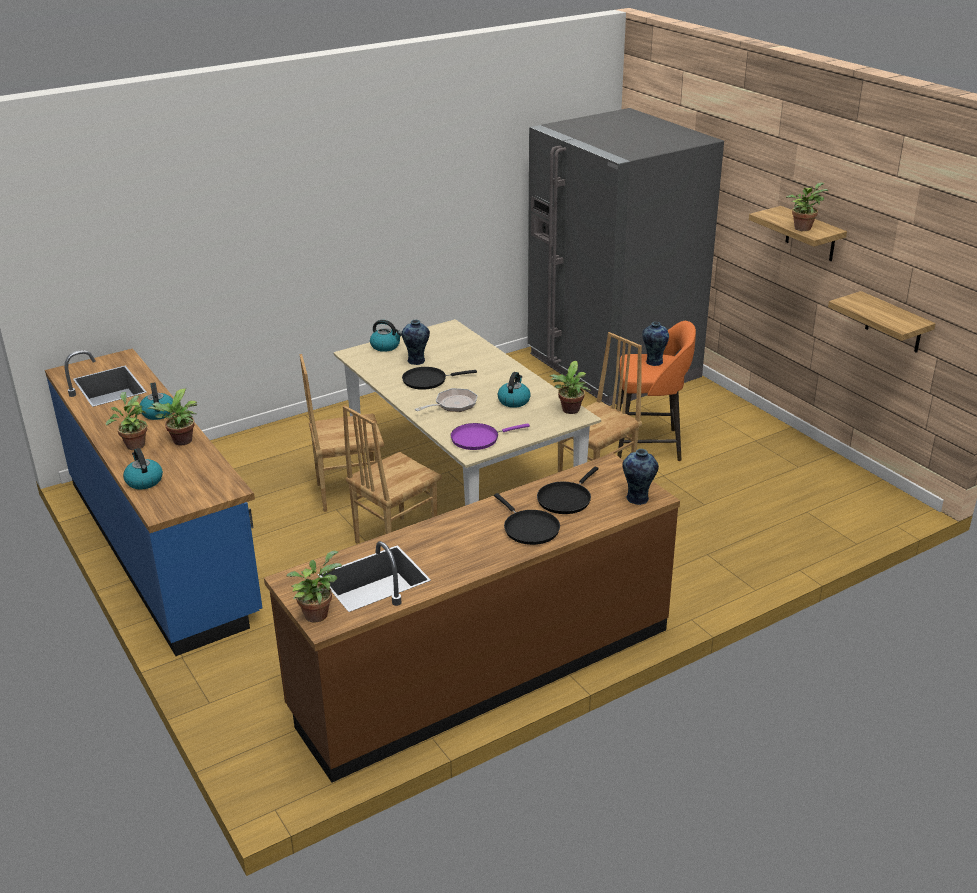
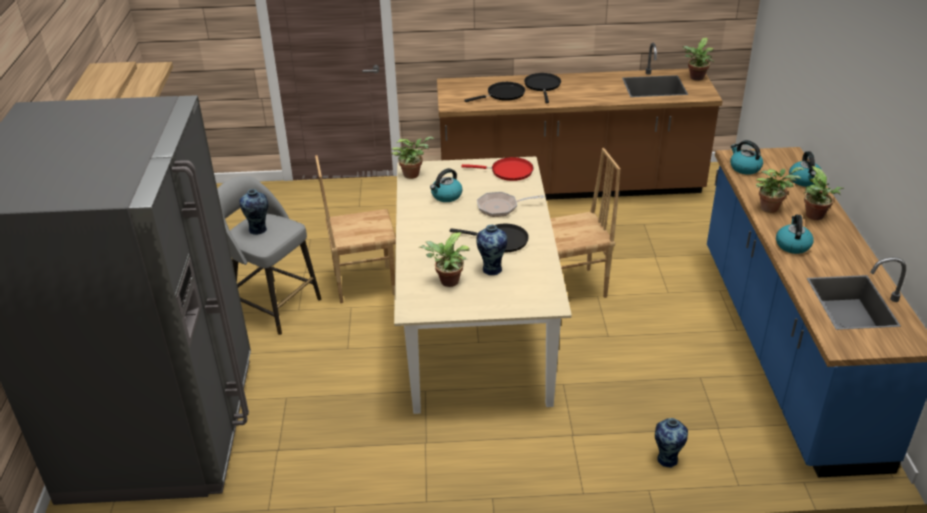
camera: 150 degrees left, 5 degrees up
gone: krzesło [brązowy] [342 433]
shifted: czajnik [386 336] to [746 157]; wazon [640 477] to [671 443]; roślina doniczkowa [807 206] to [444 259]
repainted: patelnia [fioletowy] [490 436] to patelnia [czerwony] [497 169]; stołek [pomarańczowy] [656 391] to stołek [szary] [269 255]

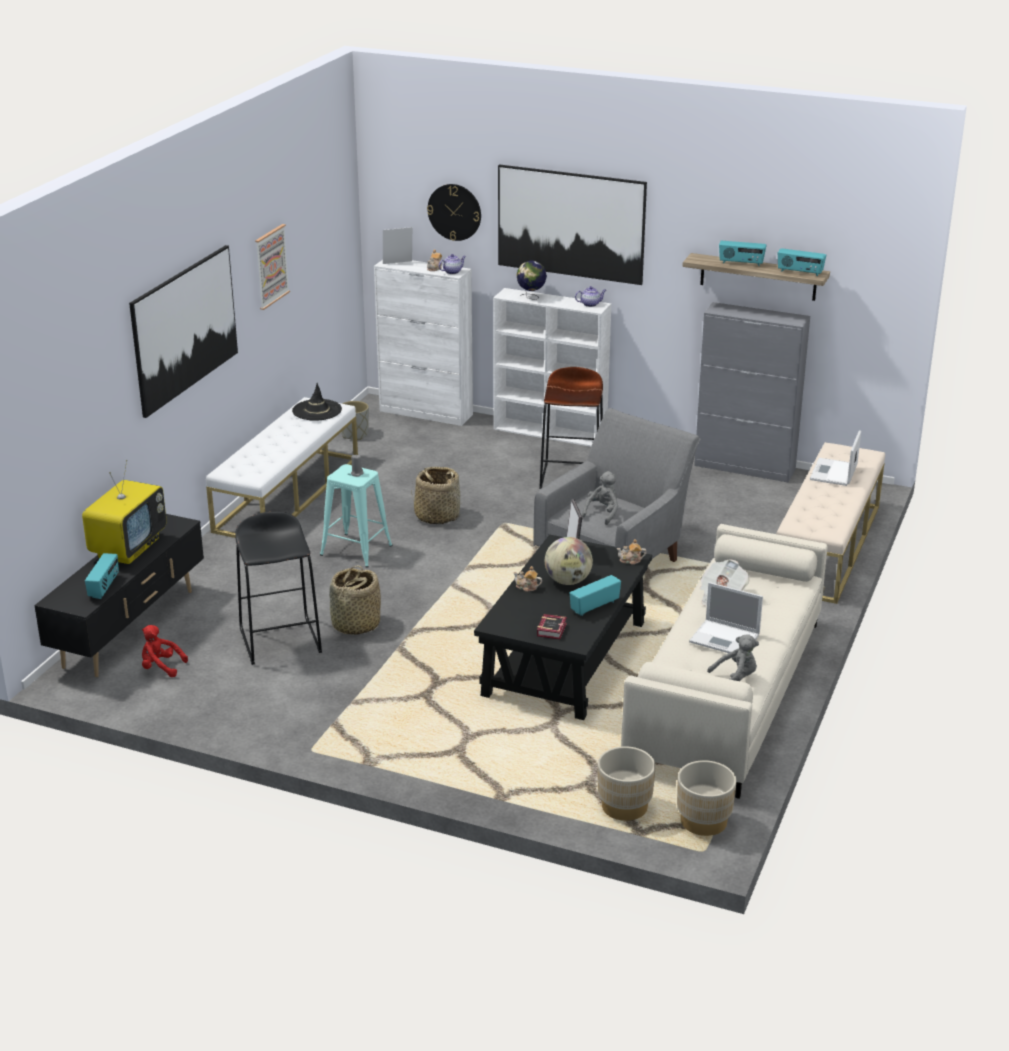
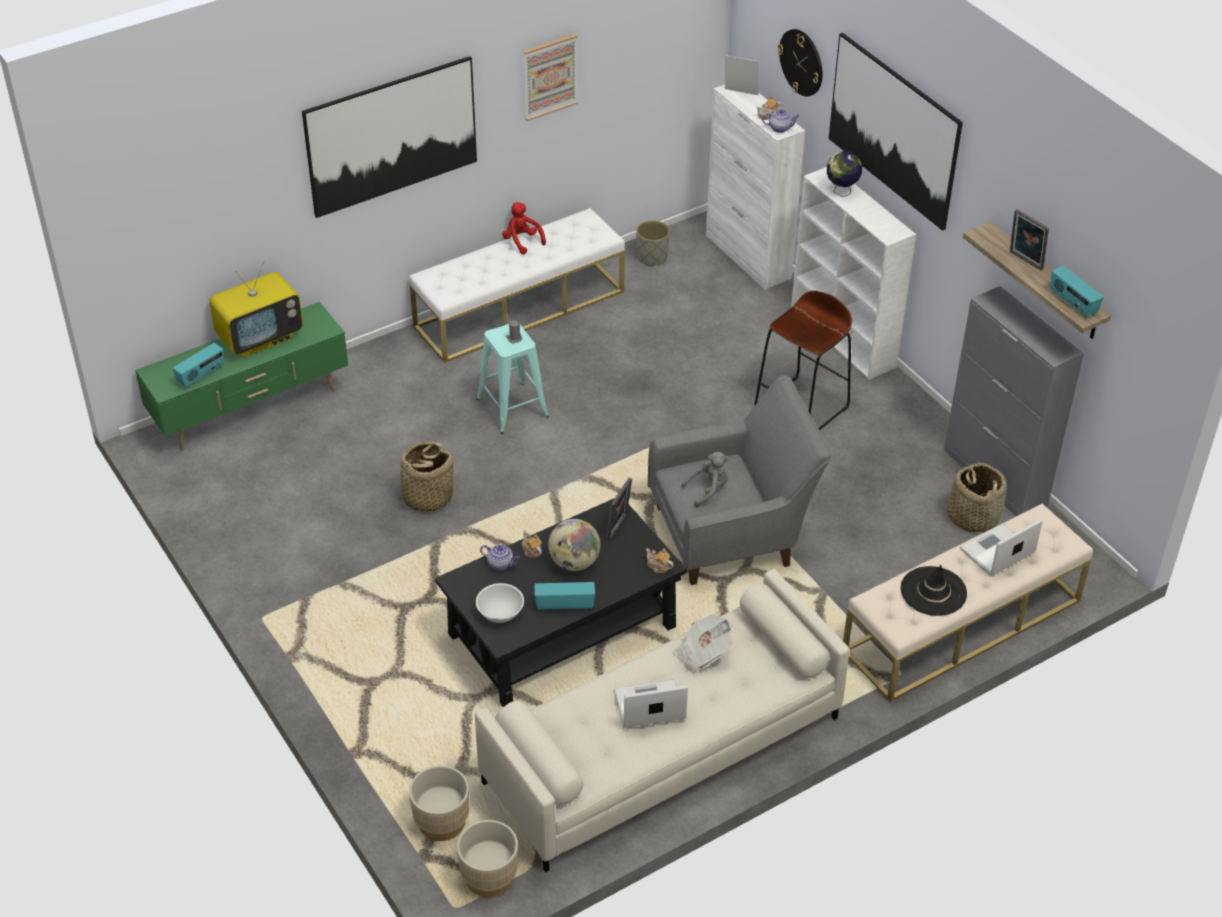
camera: 35 degrees right, 15 degrees up
gone: stołek [czarny] [278 588]; pluszak [szary] [733 657]
shifted: pluszak [czerwony] [165 651] to [524 228]; kapelusz [czarny] [317 402] to [934 590]; koszyk [435 495] to [977 497]; imbryk [590 296] to [500 557]
swapped: książka [552 626] to miska [biały] [500 603]; radio [743 253] to ramka na zdjęcie [1029 239]
repainted: szafka pod telewizor [czarny] [119 595] to szafka pod telewizor [zielony] [241 376]
rotated: laptop [726 617] = [651 703] 105 degrees clockwise

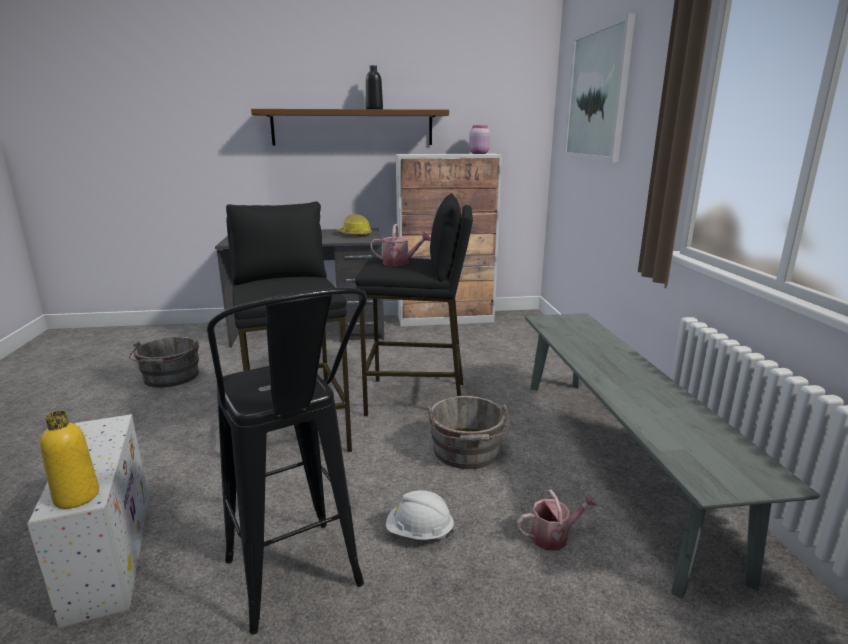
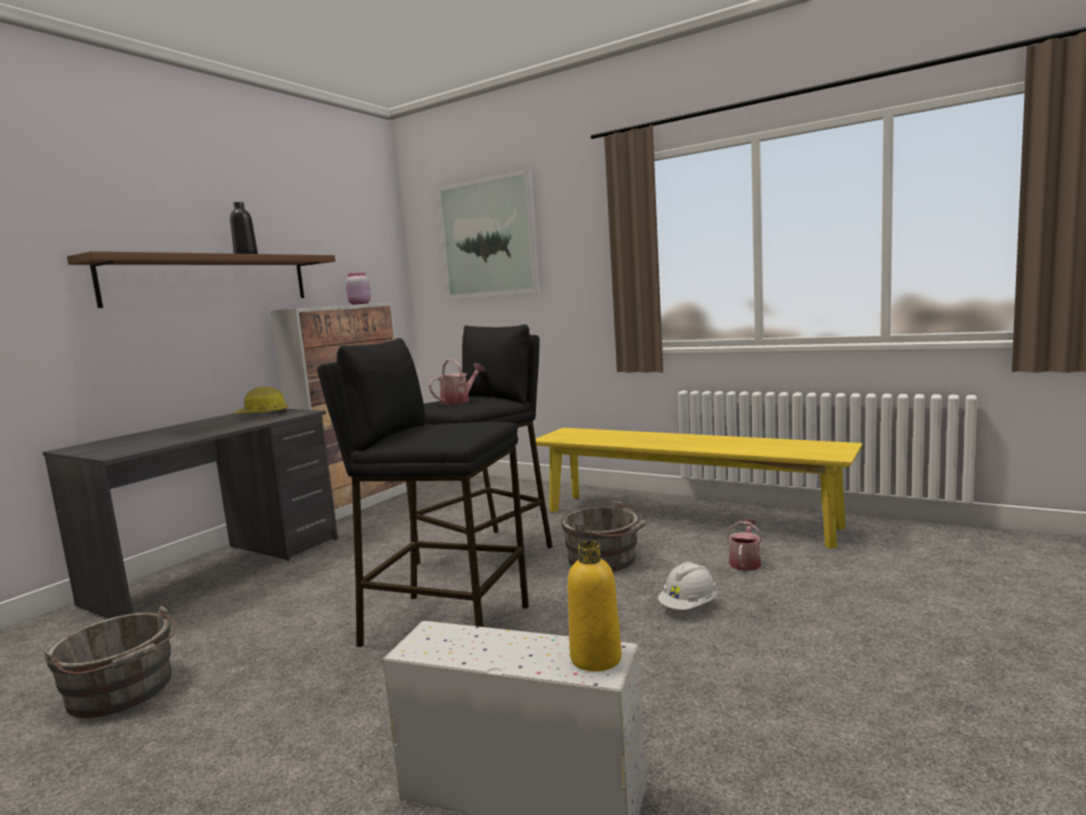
camera: 50 degrees left, 10 degrees down
gone: stołek [czarny] [287 461]
repainted: ławka [szary] [672 456] to ławka [żółty] [699 488]

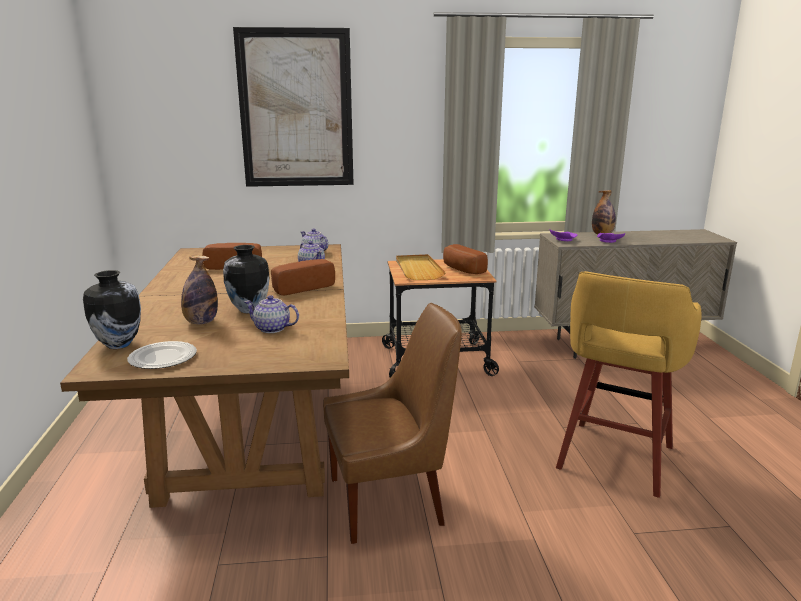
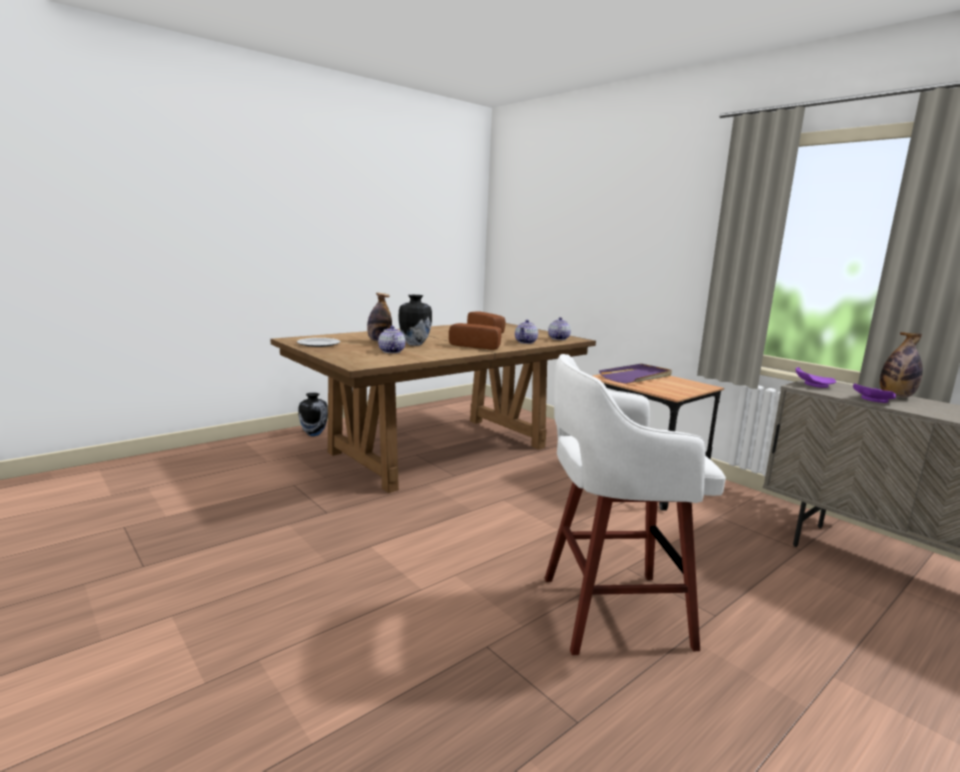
camera: 55 degrees right, 5 degrees down
gone: obraz [293 107]; krzesło [brązowy] [392 423]; chleb [465 259]
shifted: wazon [112 309] to [313 414]
repainted: taca [beżowy] [421 267] to taca [fioletowy] [635 374]; stołek [żółty] [629 384] to stołek [biały] [635 504]

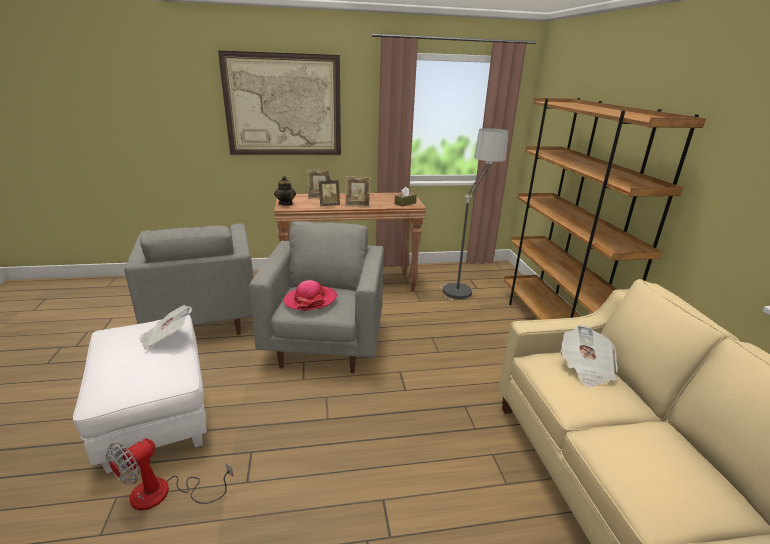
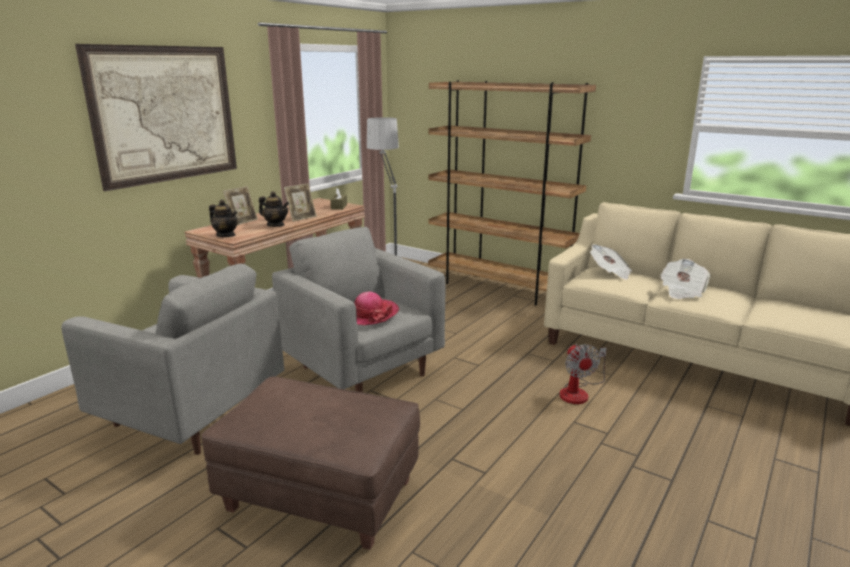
camera: 45 degrees left, 5 degrees down
shifted: wentylator [169 474] to [583 374]; gazeta [165 327] to [685 279]
swapped: ramka na zdjęcie [329 192] to imbryk [274 209]
repainted: pufa [biały] [140 394] to pufa [brązowy] [310 463]

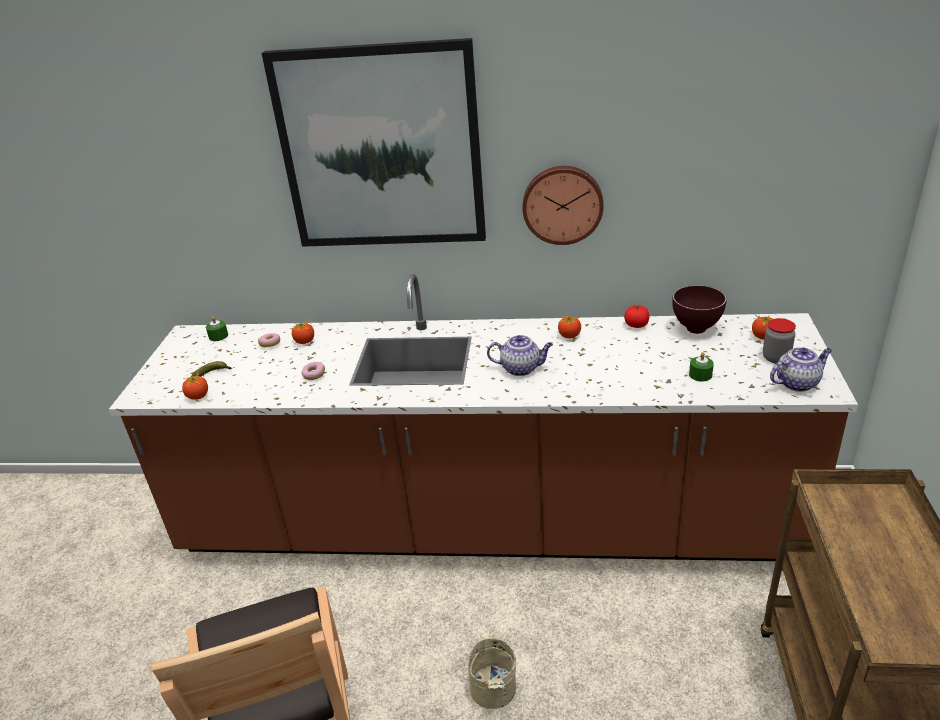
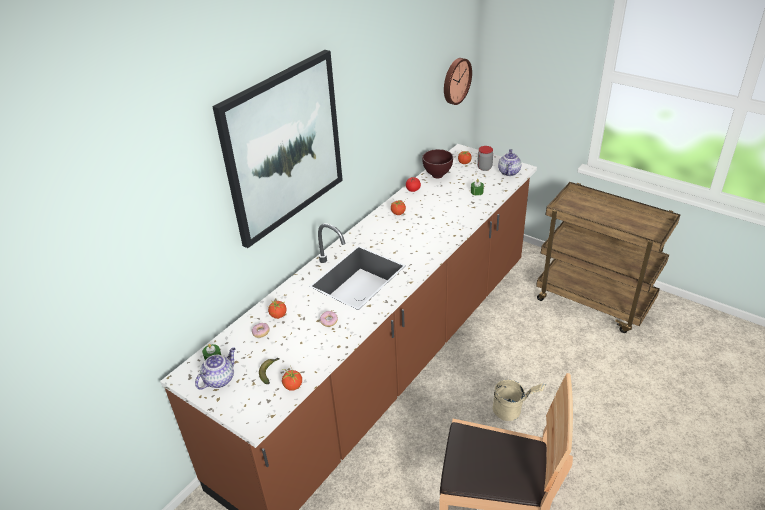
camera: 60 degrees left, 5 degrees up
shifted: imbryk [520 355] to [215 369]; zegar ścienny [563 205] to [458 81]

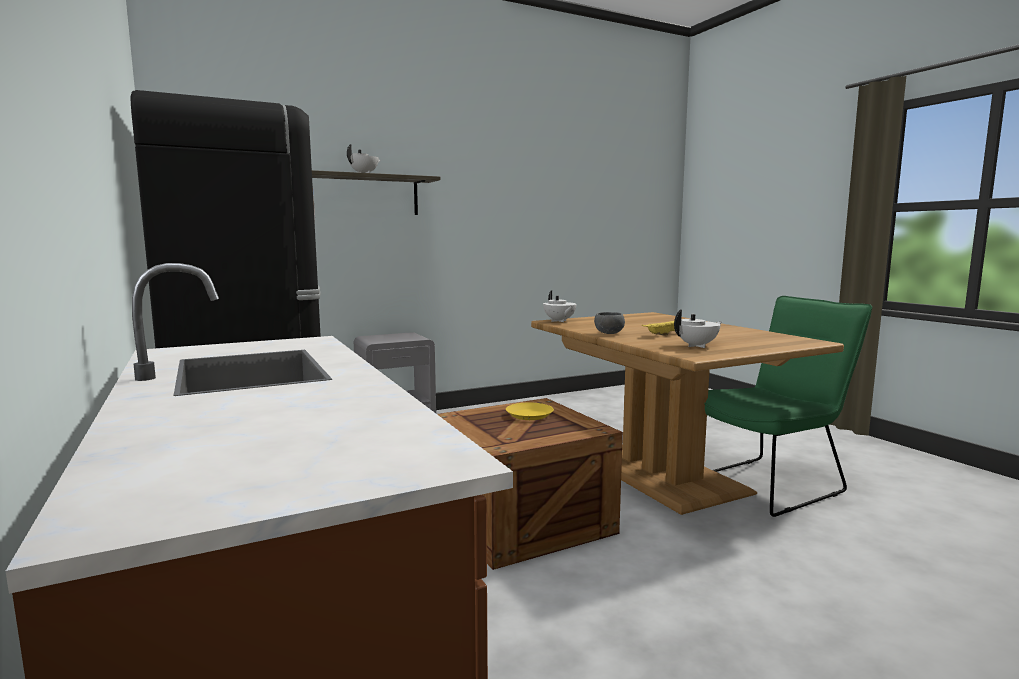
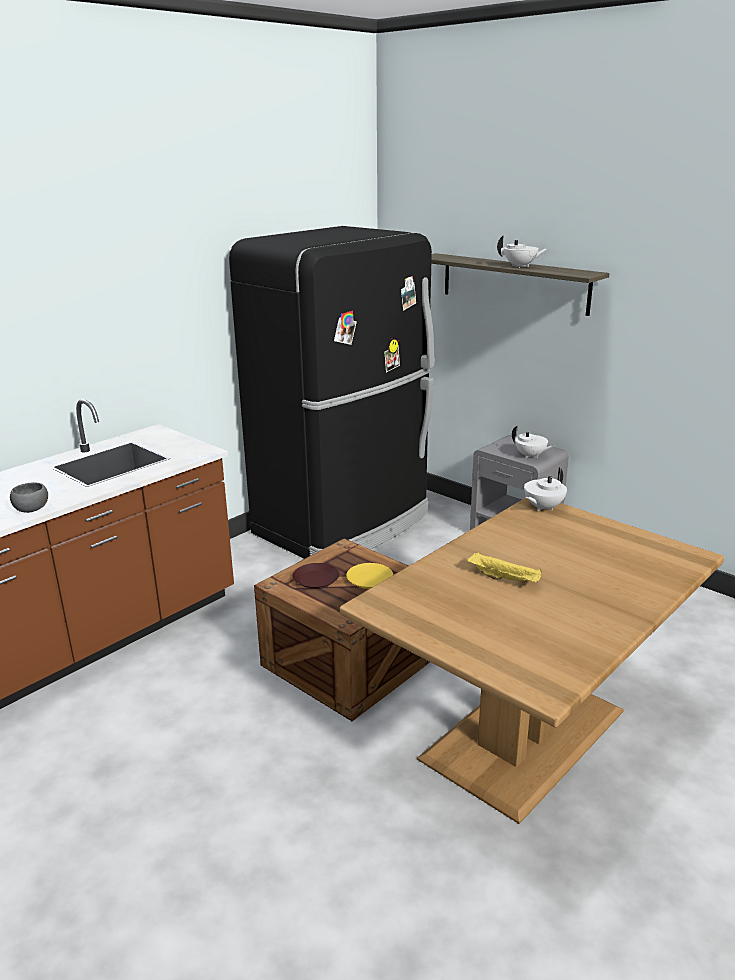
camera: 70 degrees right, 15 degrees up
gone: krzesło [zielony] [788 406]
new: talerz [brązowy] [316 576]
shifted: miska [szary] [609 323] to [29 497]; imbryk [biały] [698 328] to [533 442]

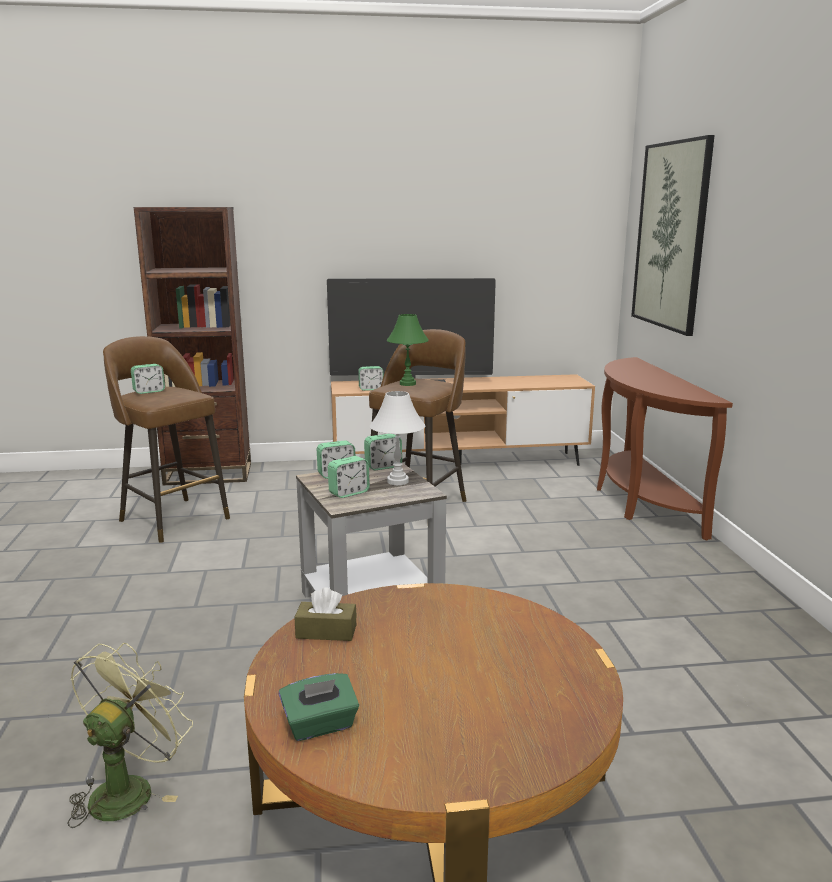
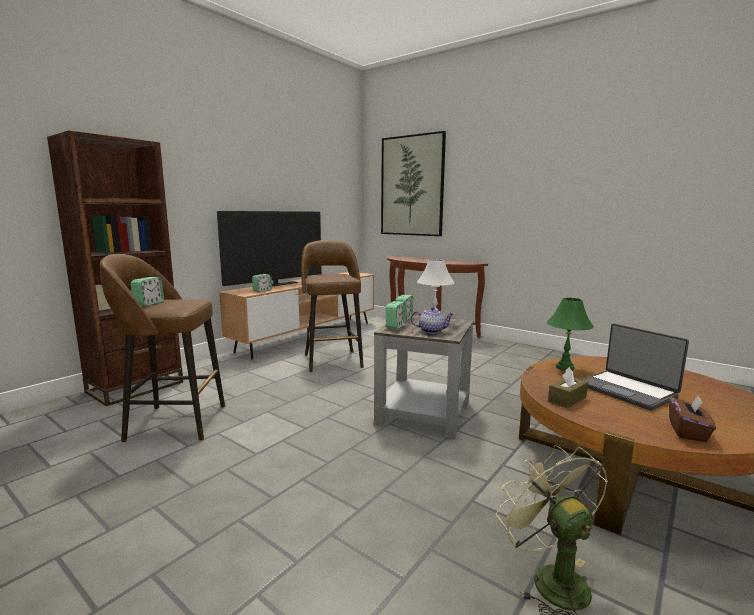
camera: 45 degrees left, 5 degrees down
new: laptop [634 367]
shifted: lampa stołowa [zielony] [408 350] to [570 334]
swapped: budzik [349 477] to imbryk [432 320]
repainted: pudełko chusteczek [zielony] [319 707] to pudełko chusteczek [brązowy] [692 418]

